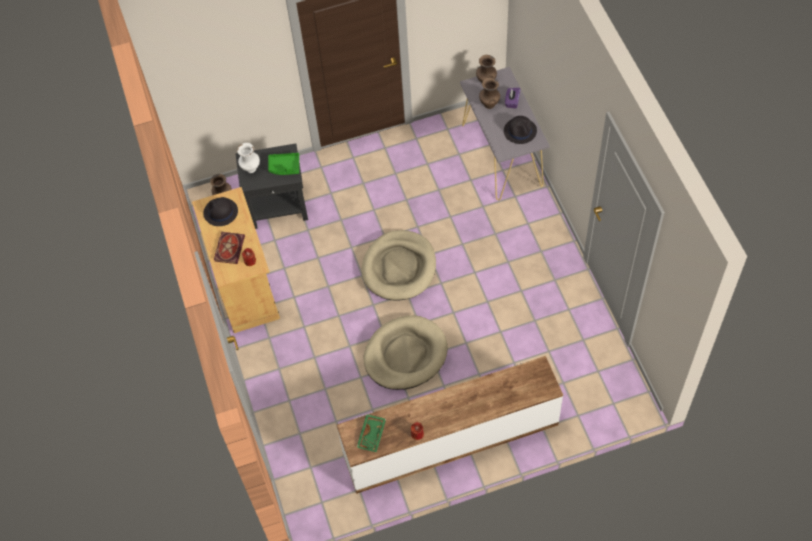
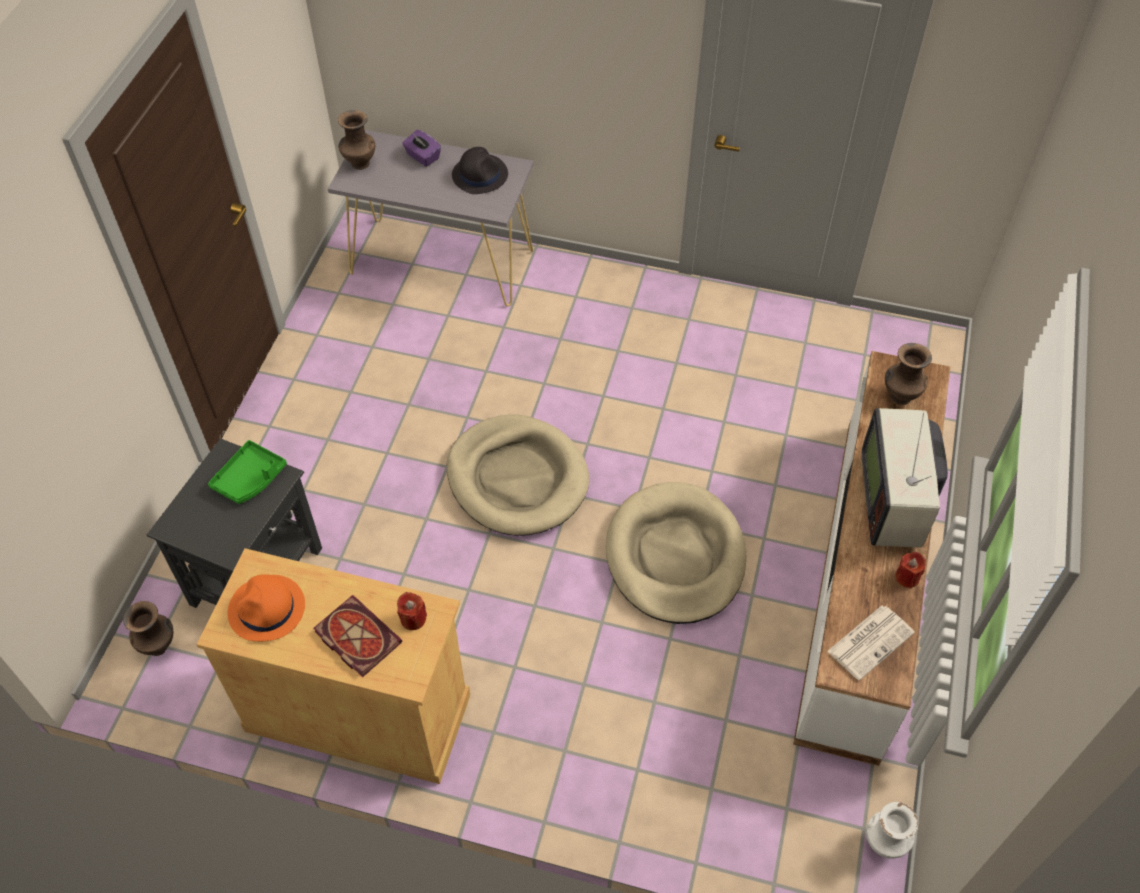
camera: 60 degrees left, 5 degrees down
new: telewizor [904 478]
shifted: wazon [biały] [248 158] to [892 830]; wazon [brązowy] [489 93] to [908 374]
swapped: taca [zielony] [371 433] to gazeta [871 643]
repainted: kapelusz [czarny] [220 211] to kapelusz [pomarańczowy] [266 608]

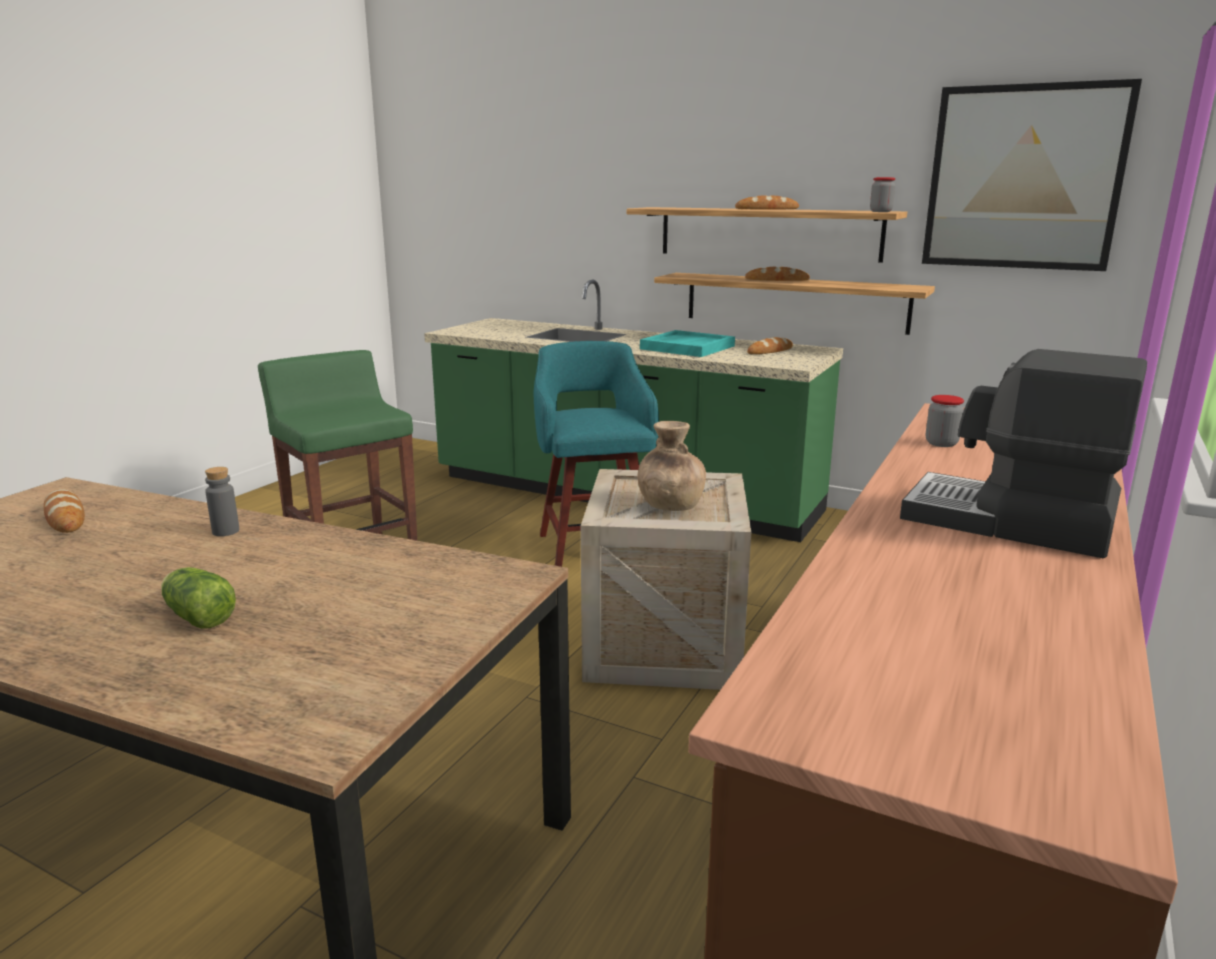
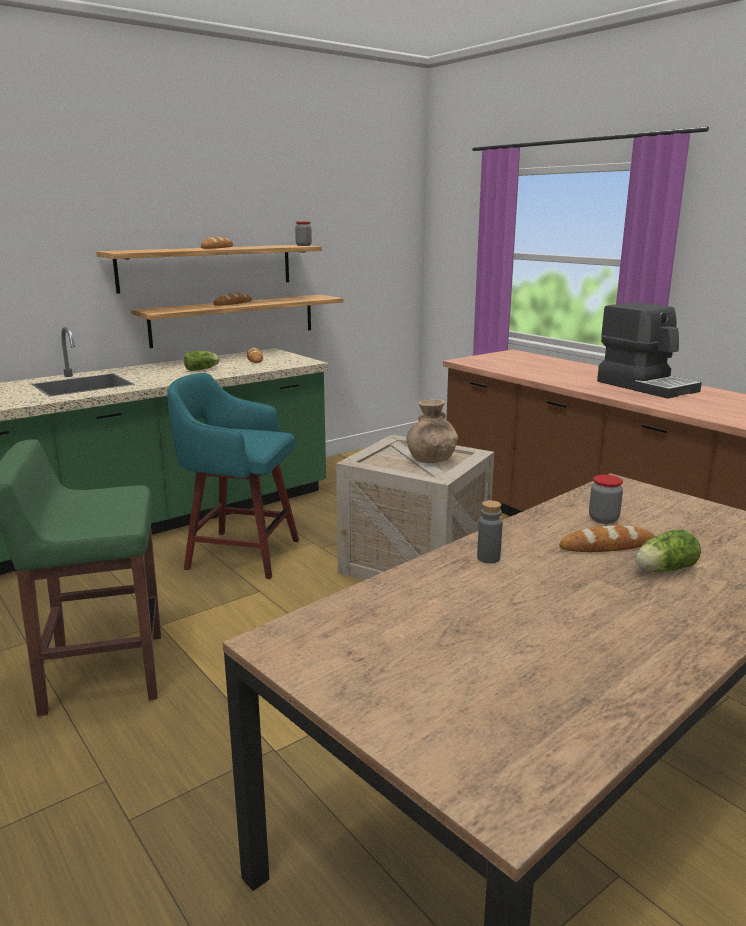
camera: 65 degrees left, 0 degrees up
gone: obraz [1032 175]
shifted: chleb [64 511] to [606 538]; słoik [945 421] to [606 499]
swapped: taca [turkusowy] [687 343] to sałata [202 361]
rotated: ekspres do kawy [1023 454] = [649 350] 90 degrees counterclockwise

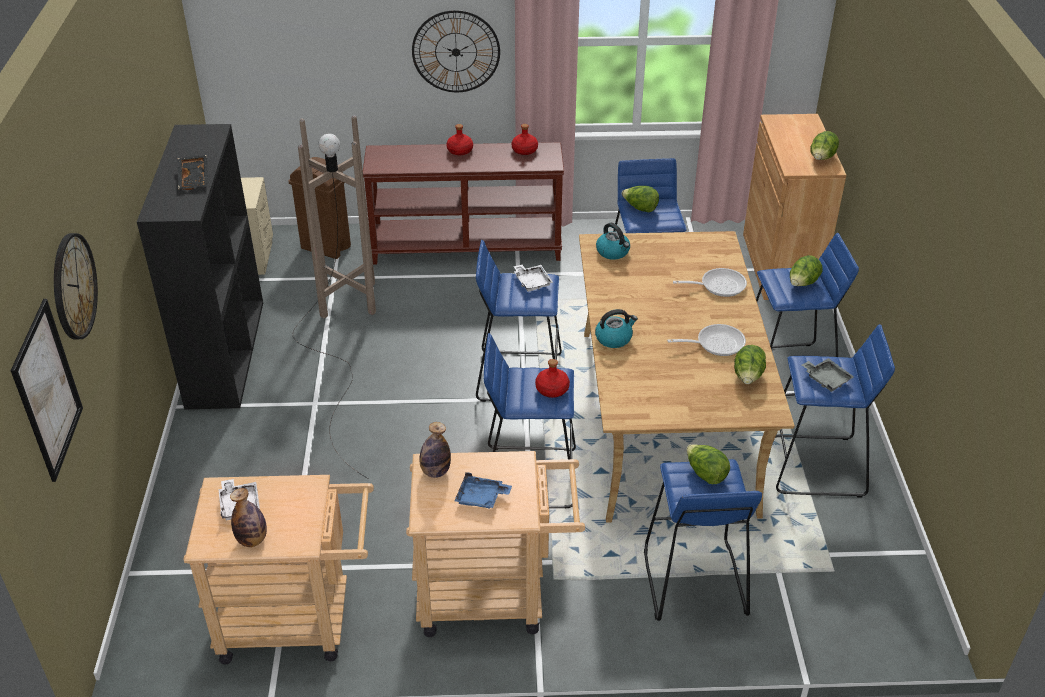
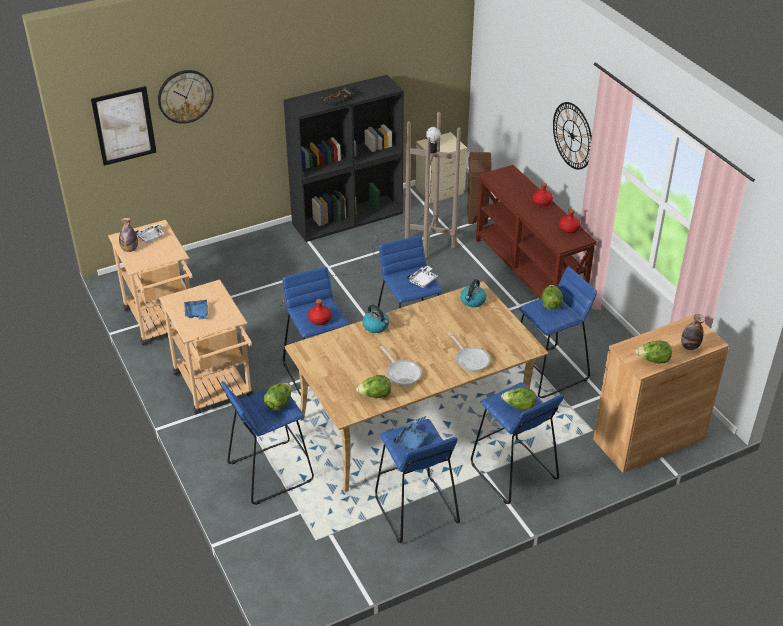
camera: 65 degrees right, 0 degrees up
shifted: butelka [435 450] to [693 332]
repainted: taca [szary] [828 375] to taca [niebieski] [410 435]

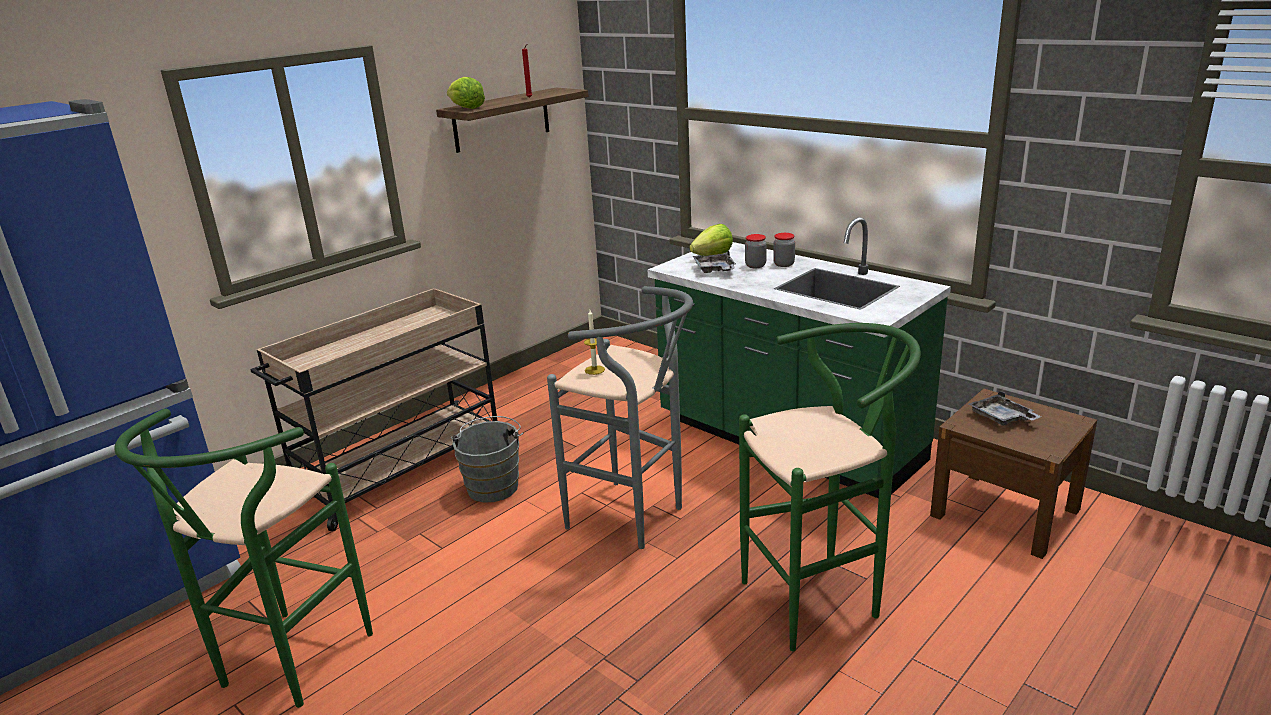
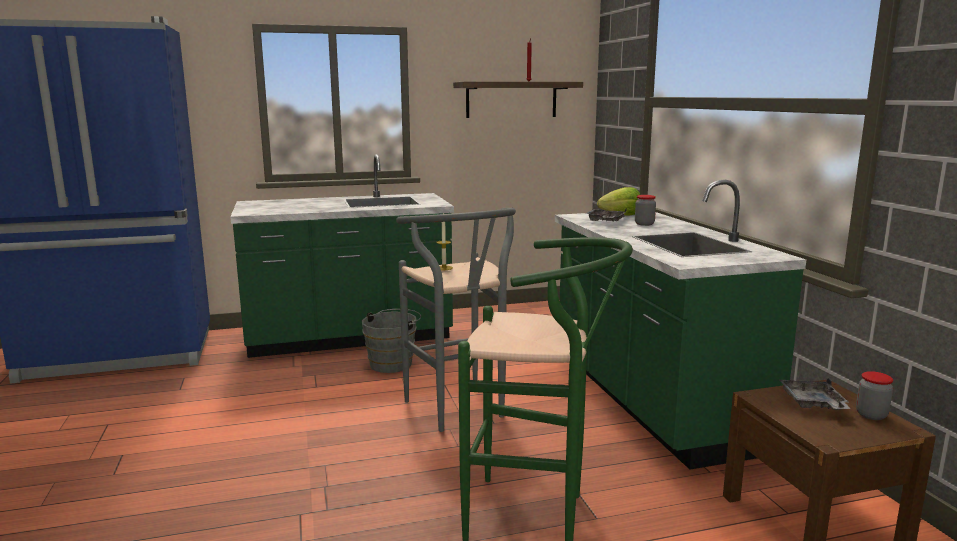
camera: 30 degrees right, 10 degrees down
gone: stołek [zielony] [243 558]; sałata [466 93]
shifted: słoik [784 250] to [874 395]
swapped: wózek [beżowy] [373 409] to zabudowa kuchenna [zielony] [342 256]

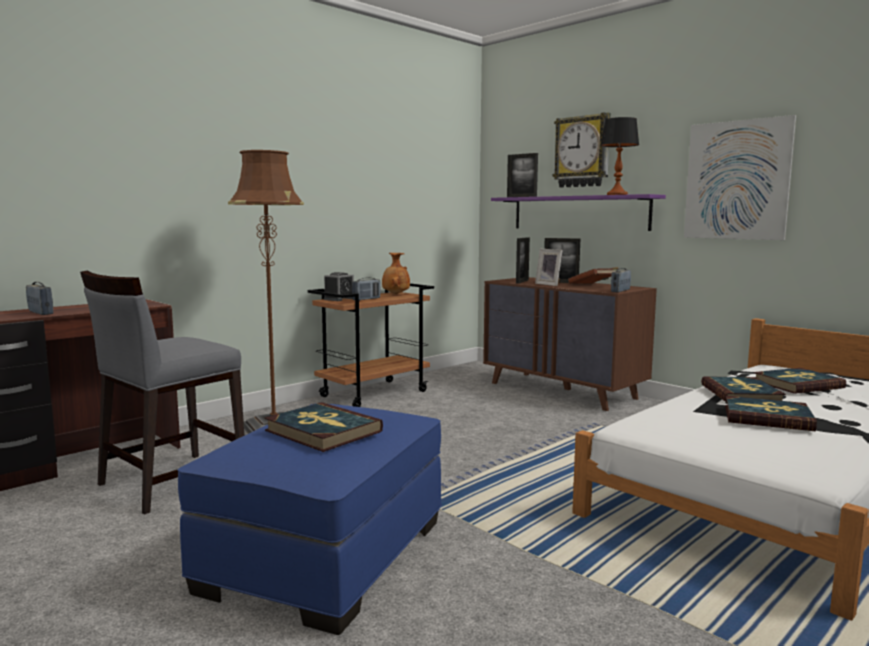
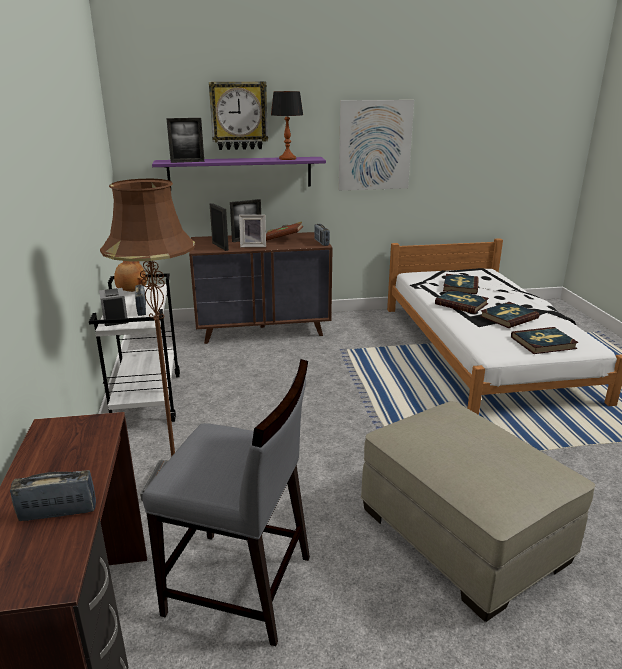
camera: 55 degrees left, 15 degrees up
shifted: książka [323 427] to [545 340]
repainted: pufa [niebieski] [310 519] to pufa [beżowy] [478 511]; wózek [brązowy] [371 345] to wózek [biały] [134 347]
rotated: krzesło [szary] [162 393] = [226 502] 60 degrees counterclockwise

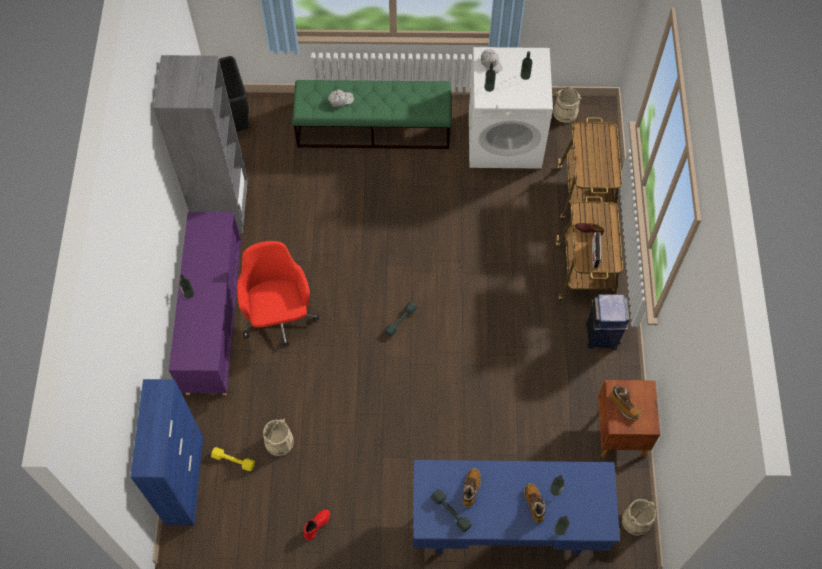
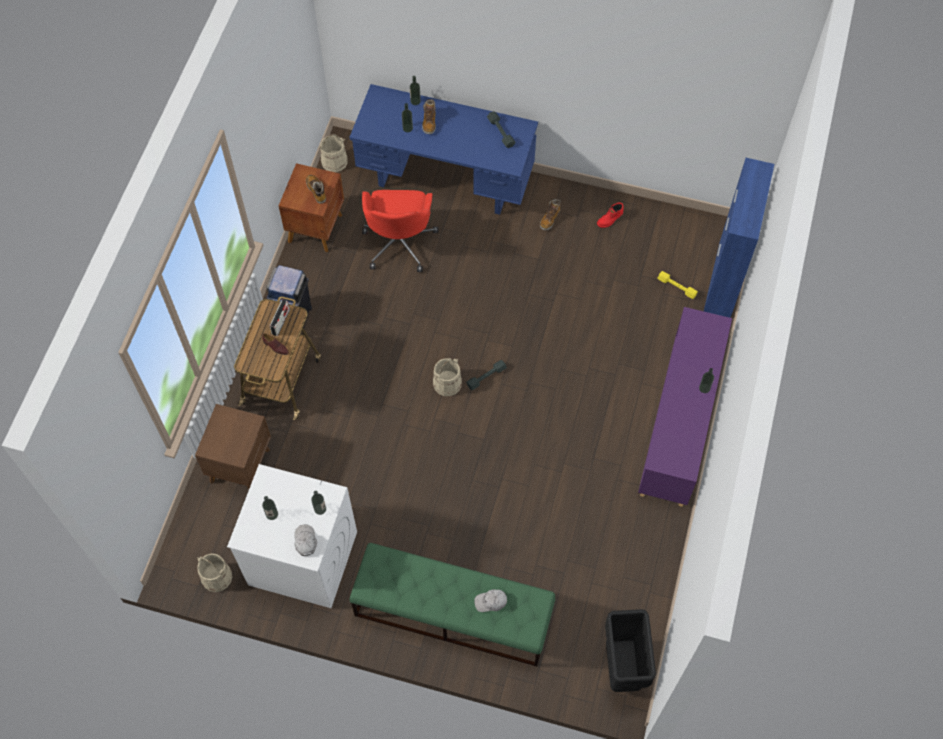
camera: 165 degrees left, 0 degrees up
gone: regał [szary] [201 144]
shifted: krzesło biurowe [czerwony] [278 293] to [400 231]; wiadro [beżowy] [278 437] to [447 377]; but z cholewką [471 487] to [550 214]
swapped: wózek [589 168] to szafka nocna [brązowy] [233 446]

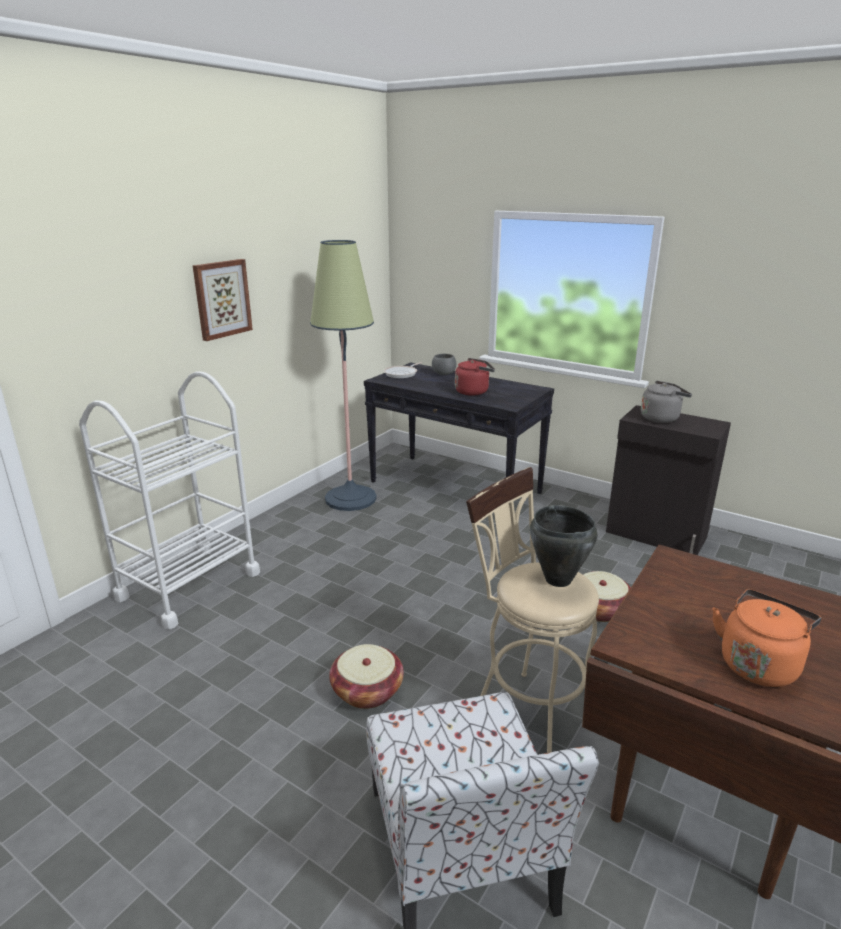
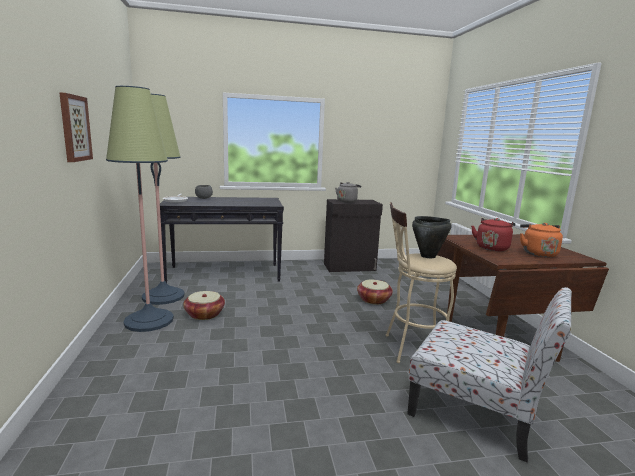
camera: 45 degrees left, 10 degrees down
gone: wózek [biały] [169 500]
new: lampa stojąca [140 209]
shifted: koszyk [366 676] to [204 305]; czajnik [czerwony] [475 376] to [493 234]

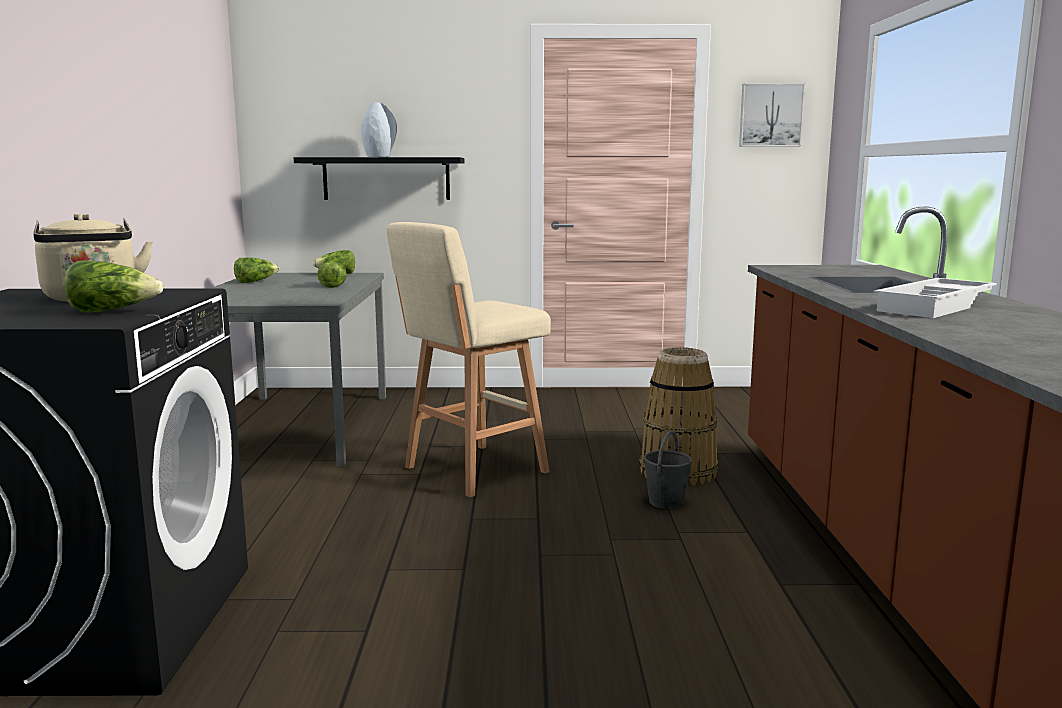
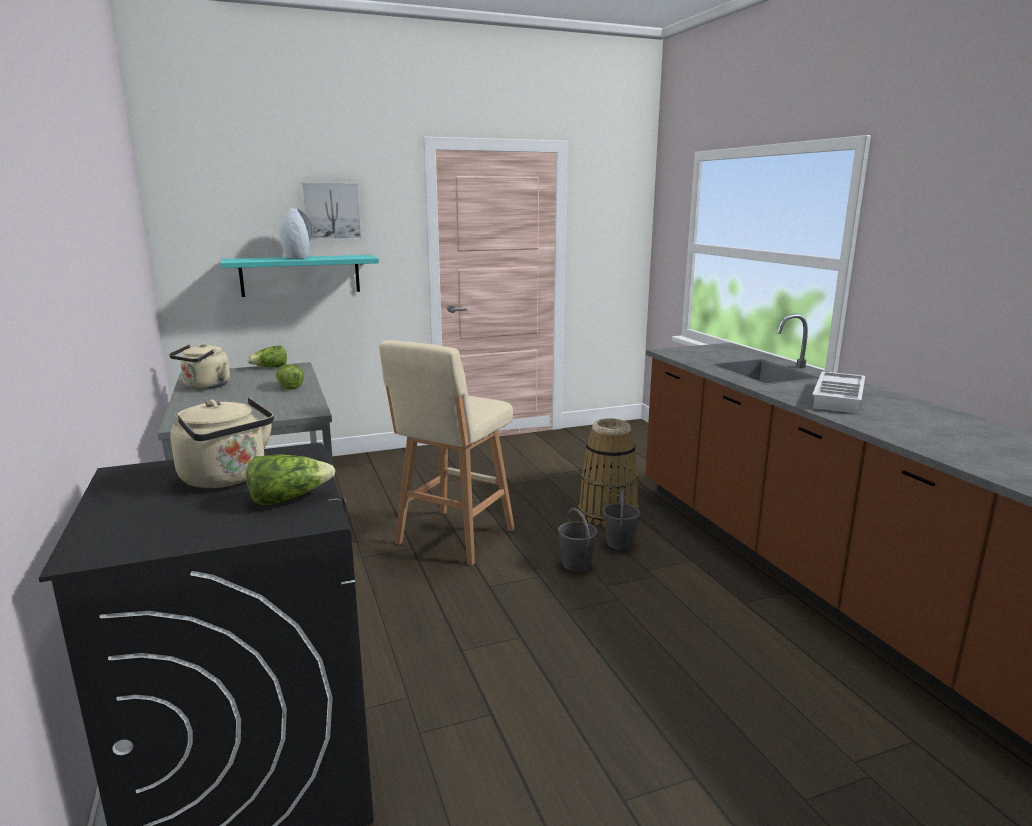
camera: 20 degrees left, 5 degrees up
new: wiadro [szary] [578 540]
shifted: obraz [772 115] to [331 211]
swapped: sałata [256 270] to czajnik [beżowy] [199 366]
repainted: półka [czarny] [379 178] to półka [turkusowy] [299 276]

